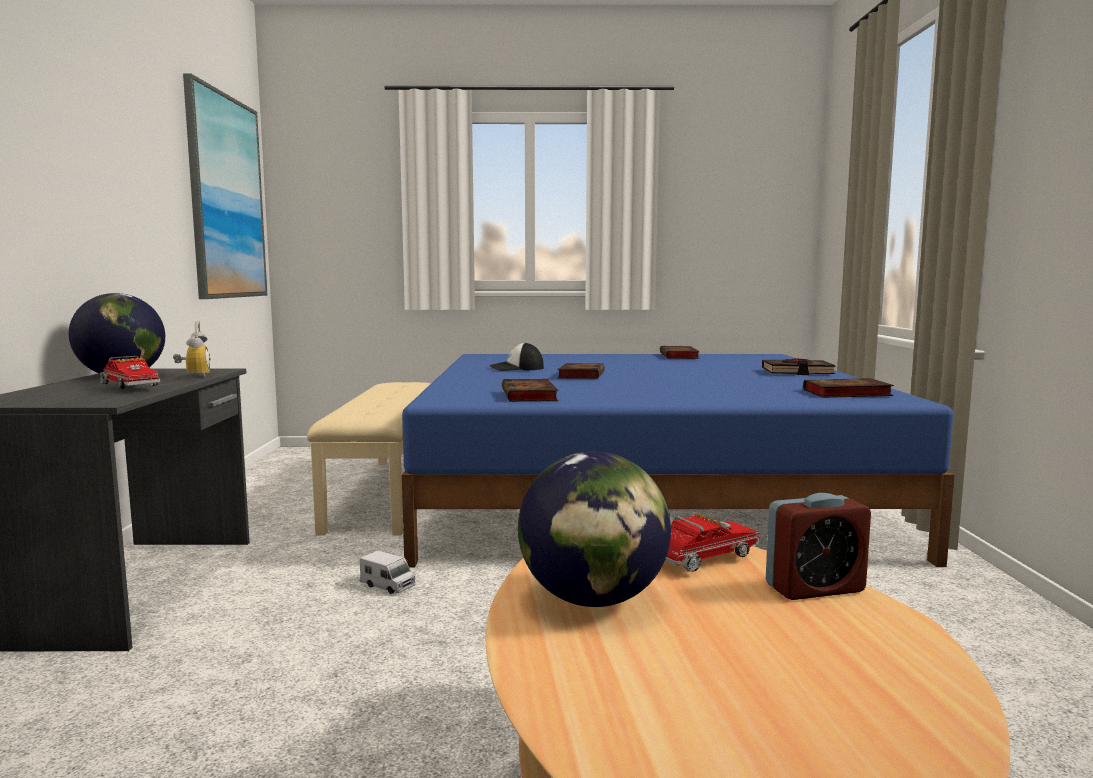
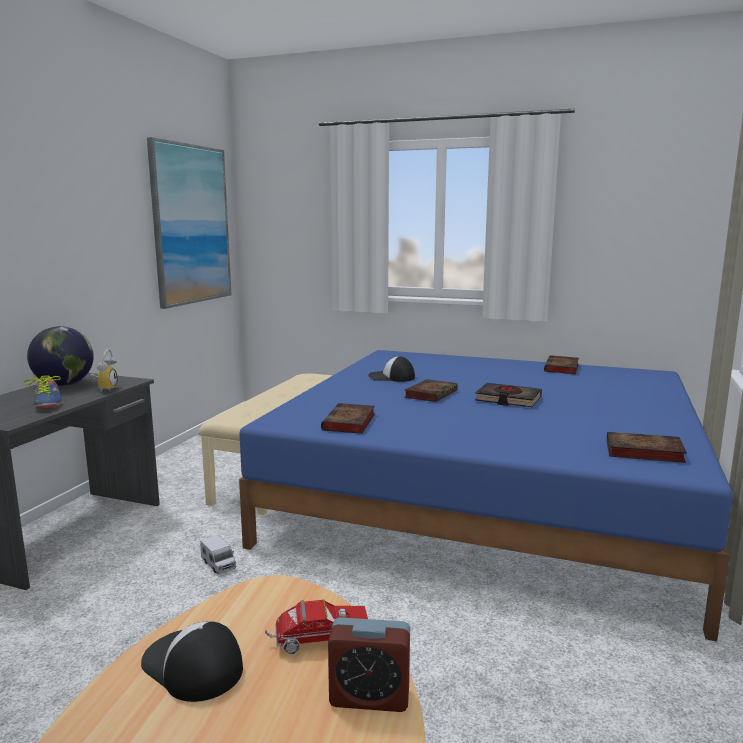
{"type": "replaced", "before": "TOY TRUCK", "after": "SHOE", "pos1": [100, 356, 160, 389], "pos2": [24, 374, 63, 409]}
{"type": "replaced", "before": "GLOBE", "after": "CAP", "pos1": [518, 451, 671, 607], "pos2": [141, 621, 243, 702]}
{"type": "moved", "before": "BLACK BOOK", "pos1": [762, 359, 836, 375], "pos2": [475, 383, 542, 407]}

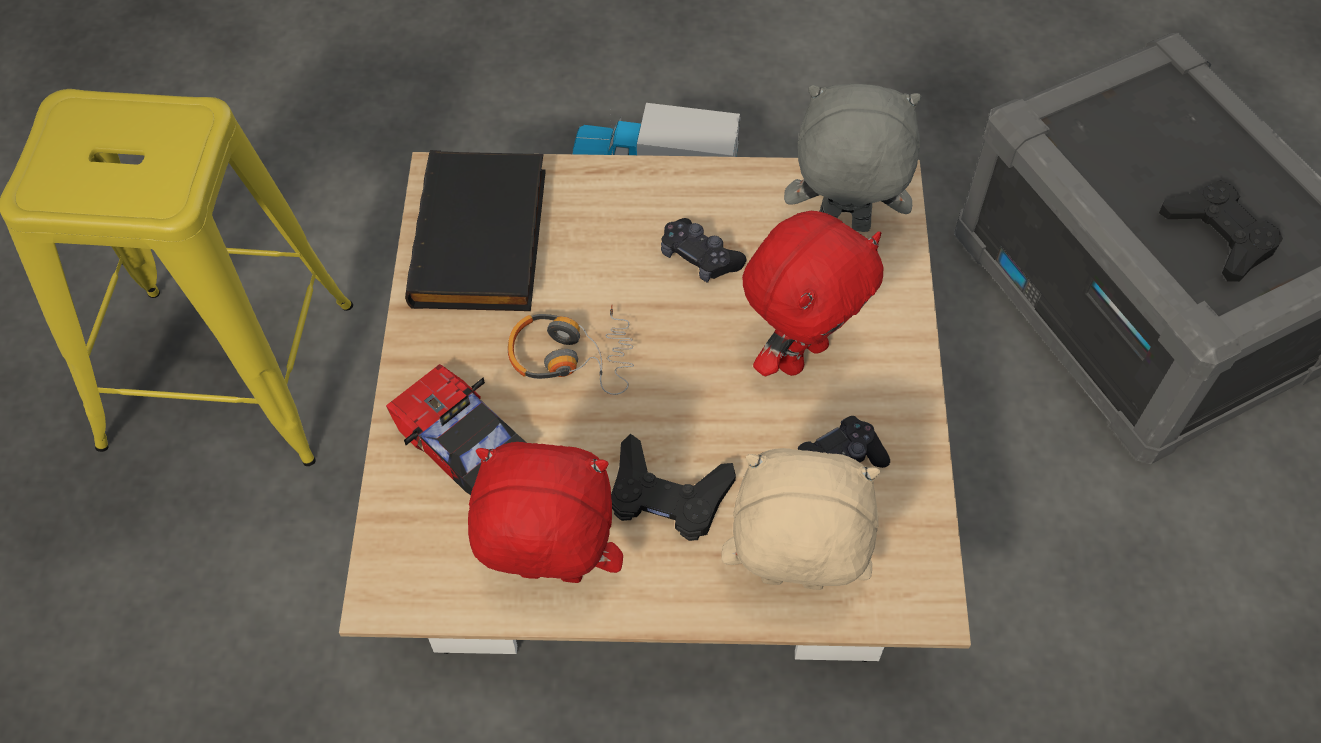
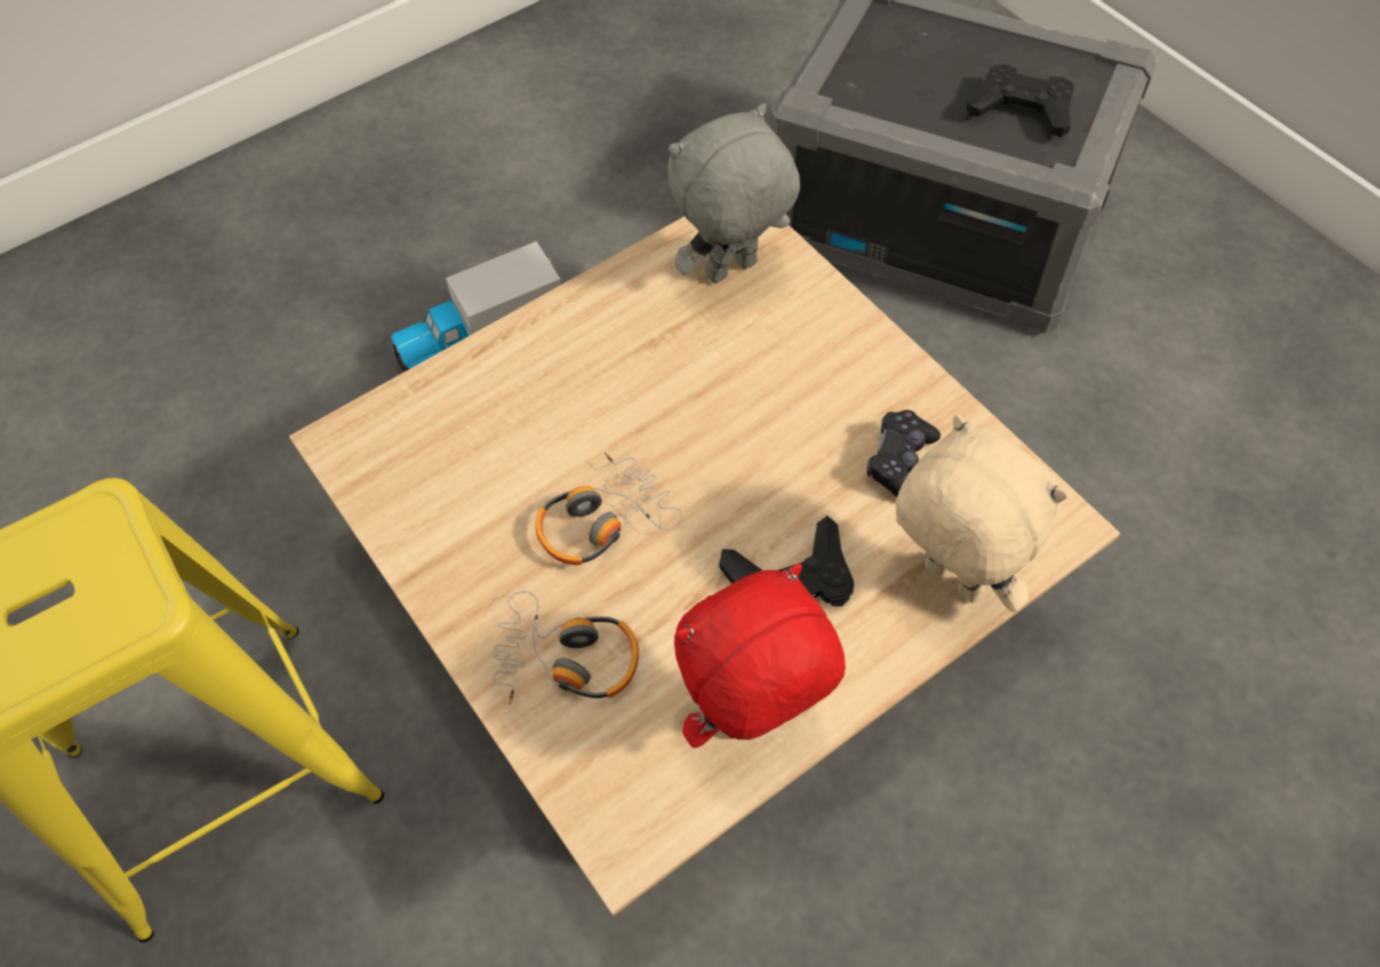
{"type": "replaced", "before": "TOY CAR", "after": "HEADPHONES", "pos1": [386, 364, 526, 495], "pos2": [493, 591, 639, 705]}
{"type": "removed", "before": "BLACK BOOK", "pos1": [405, 150, 546, 311]}
{"type": "removed", "before": "BLACK GAME CONTROLLER", "pos1": [661, 218, 746, 283]}
{"type": "turned", "before": "BEIGE PLUSH TOY", "pos1": [721, 448, 880, 590], "pos2": [896, 415, 1068, 612], "turn": 75}
{"type": "removed", "before": "RED PLUSH TOY", "pos1": [742, 211, 884, 376]}

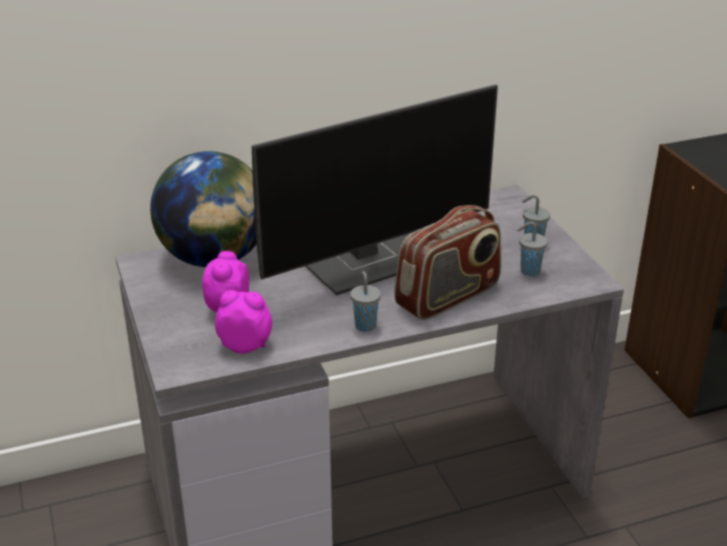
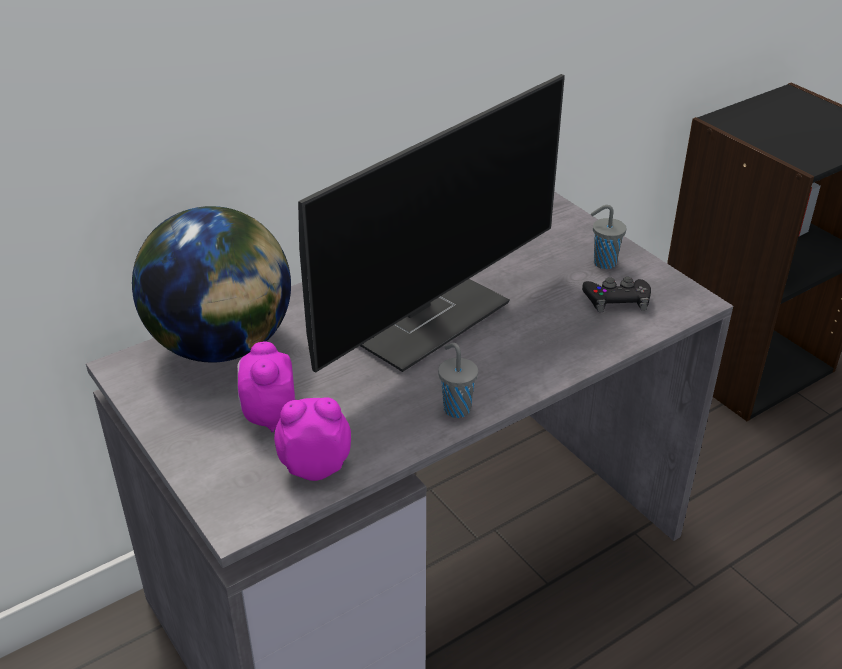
{"type": "removed", "before": "RADIO", "pos1": [395, 205, 501, 320]}
{"type": "replaced", "before": "GREY CUP", "after": "BLACK GAME CONTROLLER", "pos1": [517, 222, 548, 276], "pos2": [582, 277, 651, 312]}

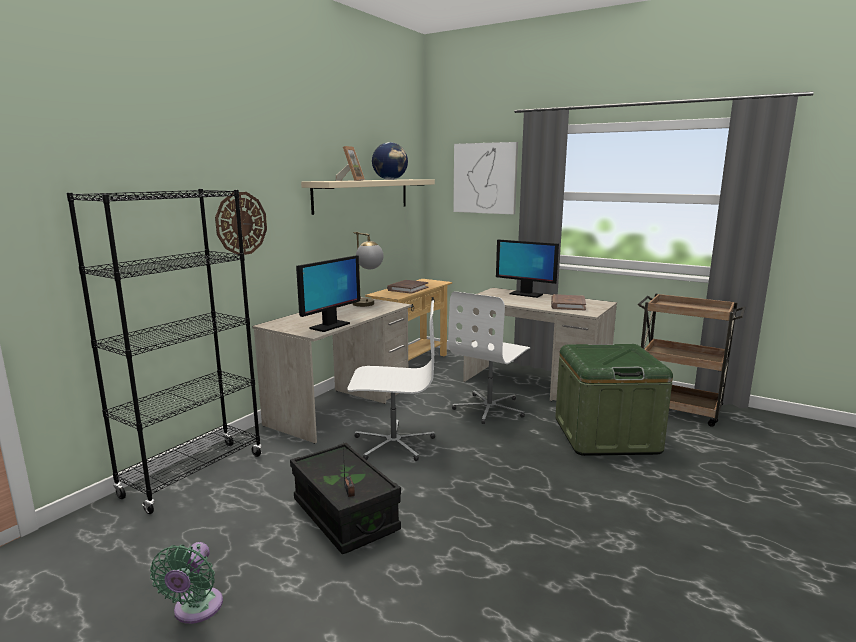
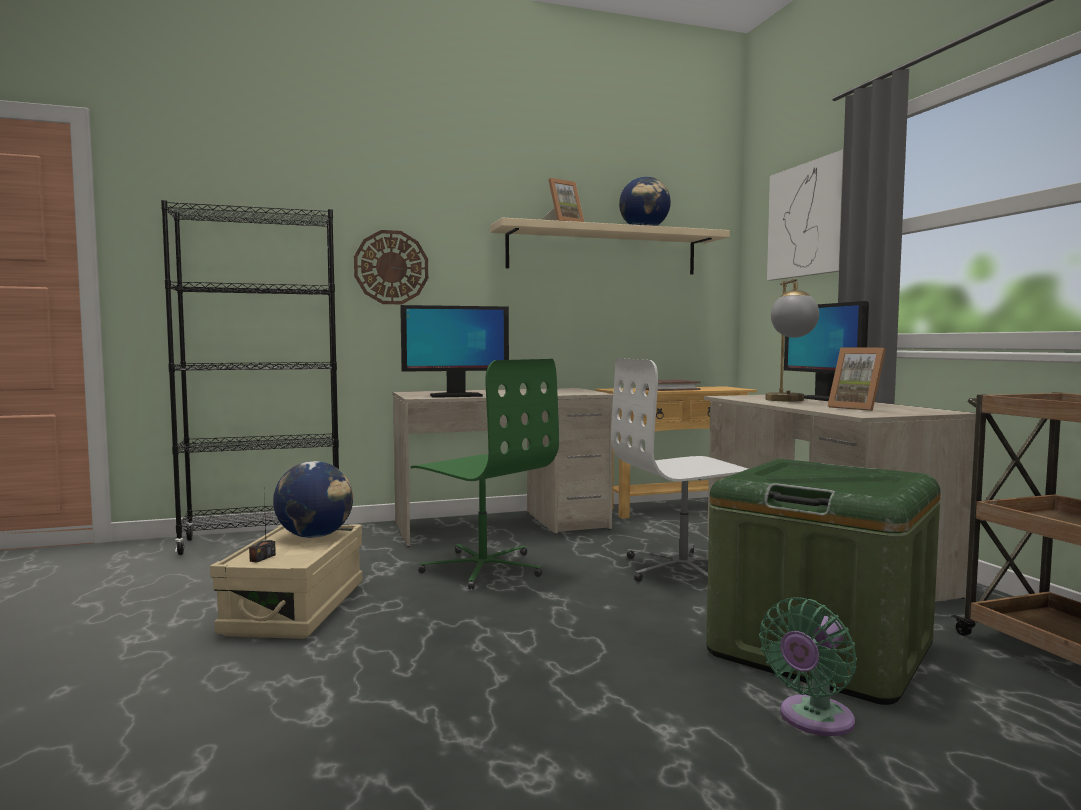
{"type": "moved", "before": "GREEN FAN", "pos1": [150, 542, 223, 624], "pos2": [759, 597, 857, 736]}
{"type": "recoloured", "before": "BLACK STORAGE BOX", "after": "BEIGE STORAGE BOX", "pos1": [290, 443, 401, 554], "pos2": [210, 524, 362, 639]}
{"type": "recoloured", "before": "WHITE OFFICE CHAIR", "after": "GREEN OFFICE CHAIR", "pos1": [347, 300, 435, 461], "pos2": [410, 359, 559, 590]}
{"type": "moved", "before": "TABLE LAMP", "pos1": [352, 232, 384, 307], "pos2": [766, 279, 819, 402]}
{"type": "replaced", "before": "BROWN BOOK", "after": "PICTURE FRAME", "pos1": [551, 294, 586, 311], "pos2": [828, 347, 886, 411]}
{"type": "added", "after": "GLOBE", "pos2": [273, 461, 353, 538]}

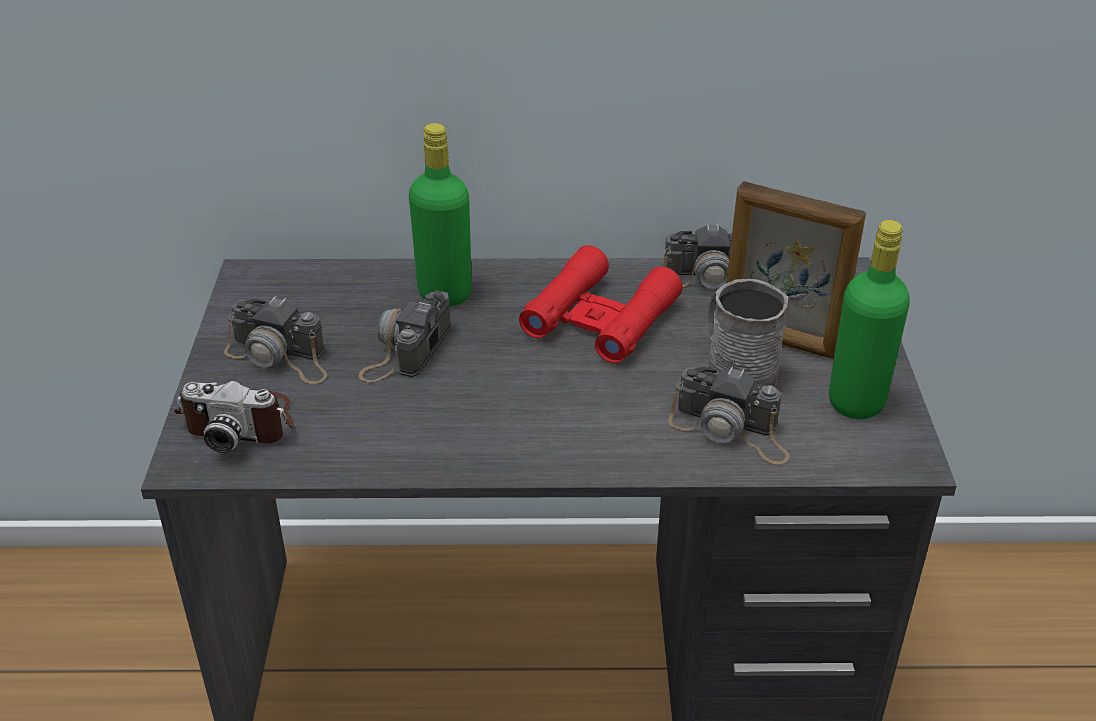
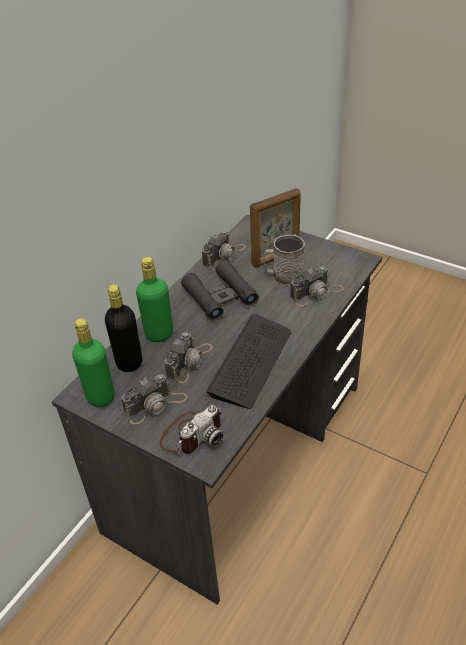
{"type": "turned", "before": "PHOTO CAMERA", "pos1": [359, 290, 451, 382], "pos2": [164, 332, 212, 383], "turn": -120}
{"type": "recoloured", "before": "RED BINOCULARS", "after": "BLACK BINOCULARS", "pos1": [519, 245, 682, 363], "pos2": [181, 260, 259, 320]}
{"type": "moved", "before": "GREEN BOTTLE", "pos1": [829, 220, 910, 419], "pos2": [72, 318, 115, 407]}
{"type": "added", "after": "BLACK BOTTLE", "pos2": [105, 284, 142, 372]}
{"type": "added", "after": "KEYBOARD", "pos2": [206, 314, 291, 409]}

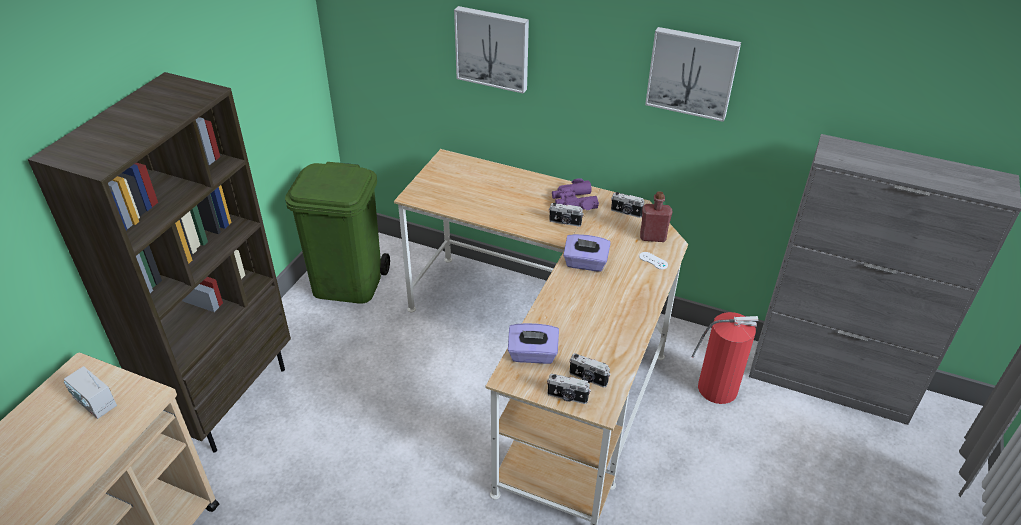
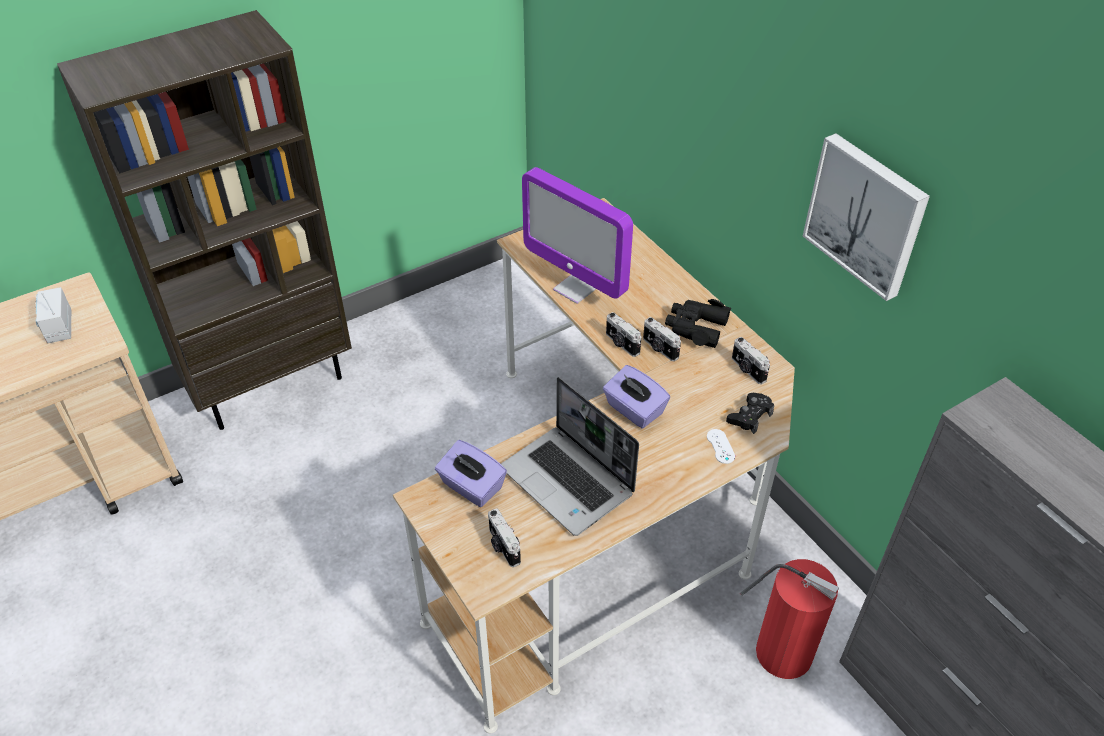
{"type": "removed", "before": "GREEN TRASH CAN", "pos1": [285, 162, 390, 304]}
{"type": "removed", "before": "PICTURE", "pos1": [454, 6, 529, 94]}
{"type": "moved", "before": "PHOTO CAMERA", "pos1": [547, 374, 591, 404], "pos2": [606, 312, 641, 357]}
{"type": "recoloured", "before": "PURPLE BINOCULARS", "after": "BLACK BINOCULARS", "pos1": [552, 178, 599, 210], "pos2": [665, 299, 731, 348]}
{"type": "replaced", "before": "RED BOTTLE", "after": "BLACK GAME CONTROLLER", "pos1": [640, 191, 672, 242], "pos2": [726, 393, 774, 434]}
{"type": "added", "after": "LAPTOP", "pos2": [501, 377, 639, 536]}
{"type": "added", "after": "MONITOR", "pos2": [522, 167, 633, 304]}

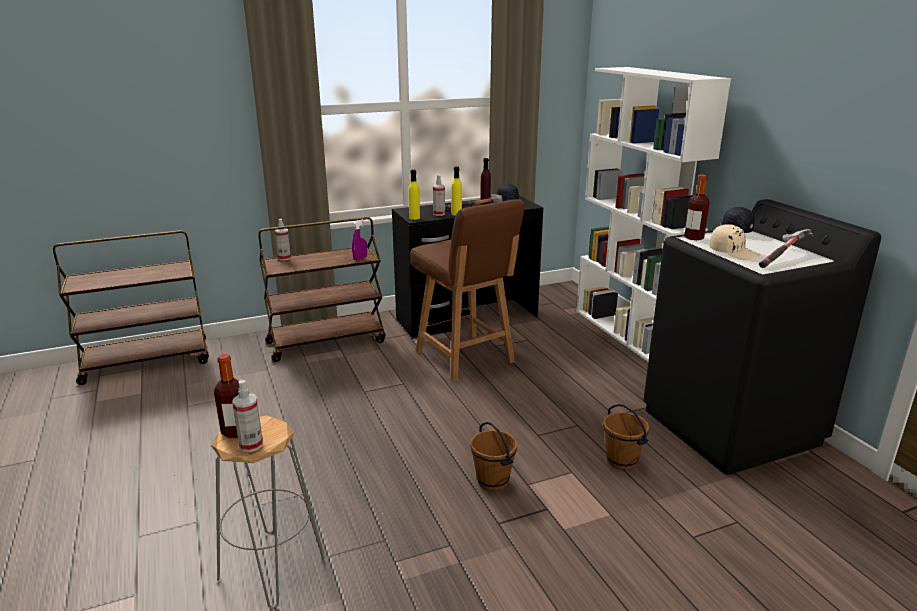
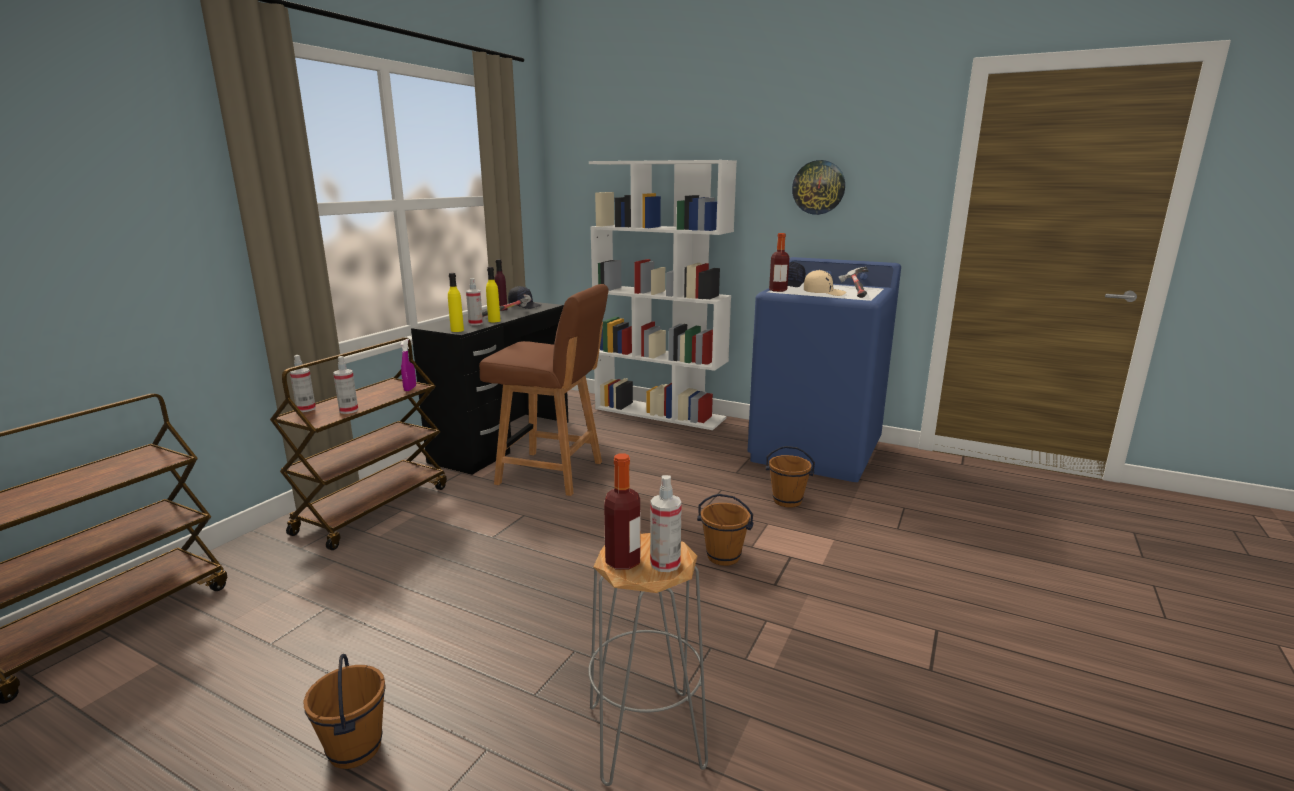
{"type": "recoloured", "before": "BLACK WASHING MACHINE", "after": "BLUE WASHING MACHINE", "pos1": [643, 199, 881, 475], "pos2": [748, 257, 901, 482]}
{"type": "added", "after": "BROWN BUCKET", "pos2": [303, 654, 386, 769]}
{"type": "added", "after": "SPRAY BOTTLE", "pos2": [333, 356, 358, 414]}
{"type": "added", "after": "WALL CLOCK", "pos2": [792, 160, 845, 215]}

